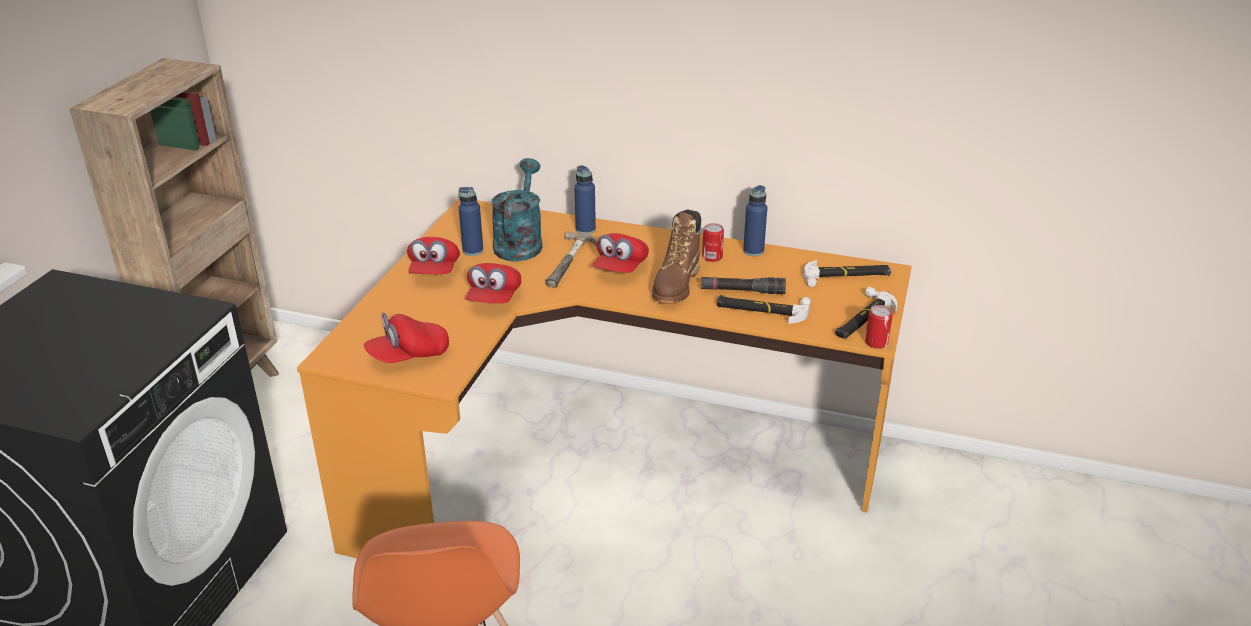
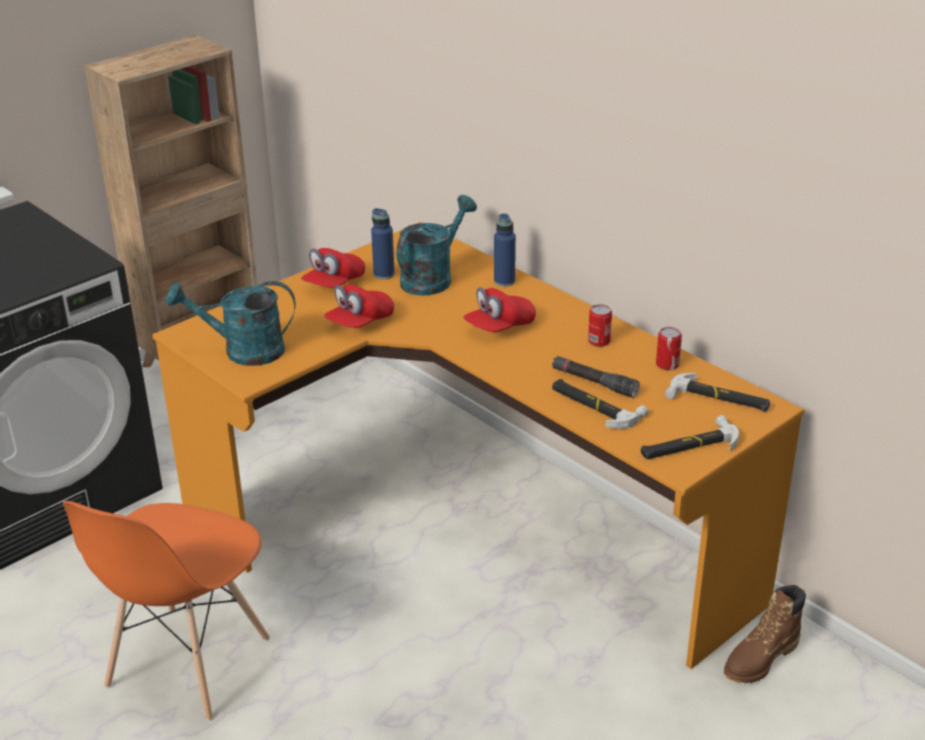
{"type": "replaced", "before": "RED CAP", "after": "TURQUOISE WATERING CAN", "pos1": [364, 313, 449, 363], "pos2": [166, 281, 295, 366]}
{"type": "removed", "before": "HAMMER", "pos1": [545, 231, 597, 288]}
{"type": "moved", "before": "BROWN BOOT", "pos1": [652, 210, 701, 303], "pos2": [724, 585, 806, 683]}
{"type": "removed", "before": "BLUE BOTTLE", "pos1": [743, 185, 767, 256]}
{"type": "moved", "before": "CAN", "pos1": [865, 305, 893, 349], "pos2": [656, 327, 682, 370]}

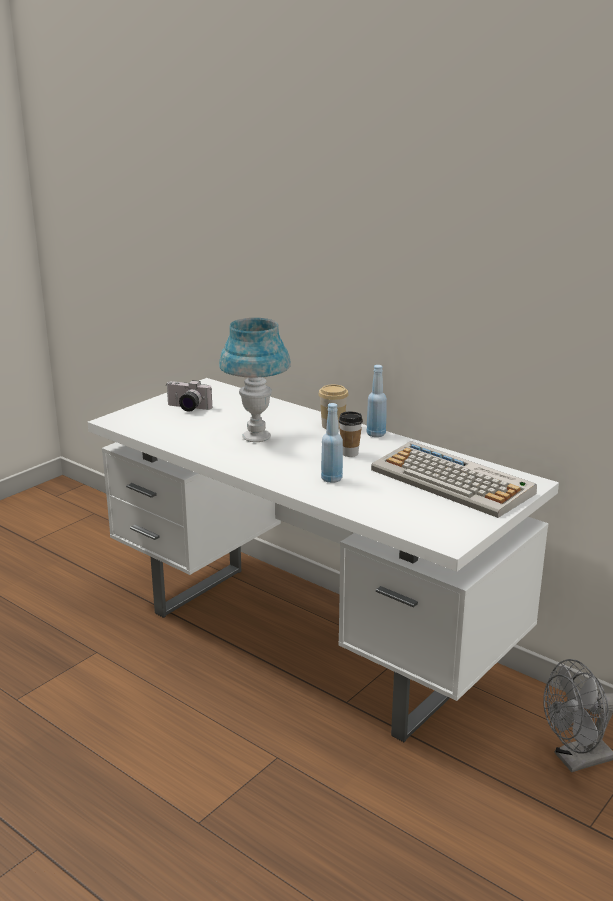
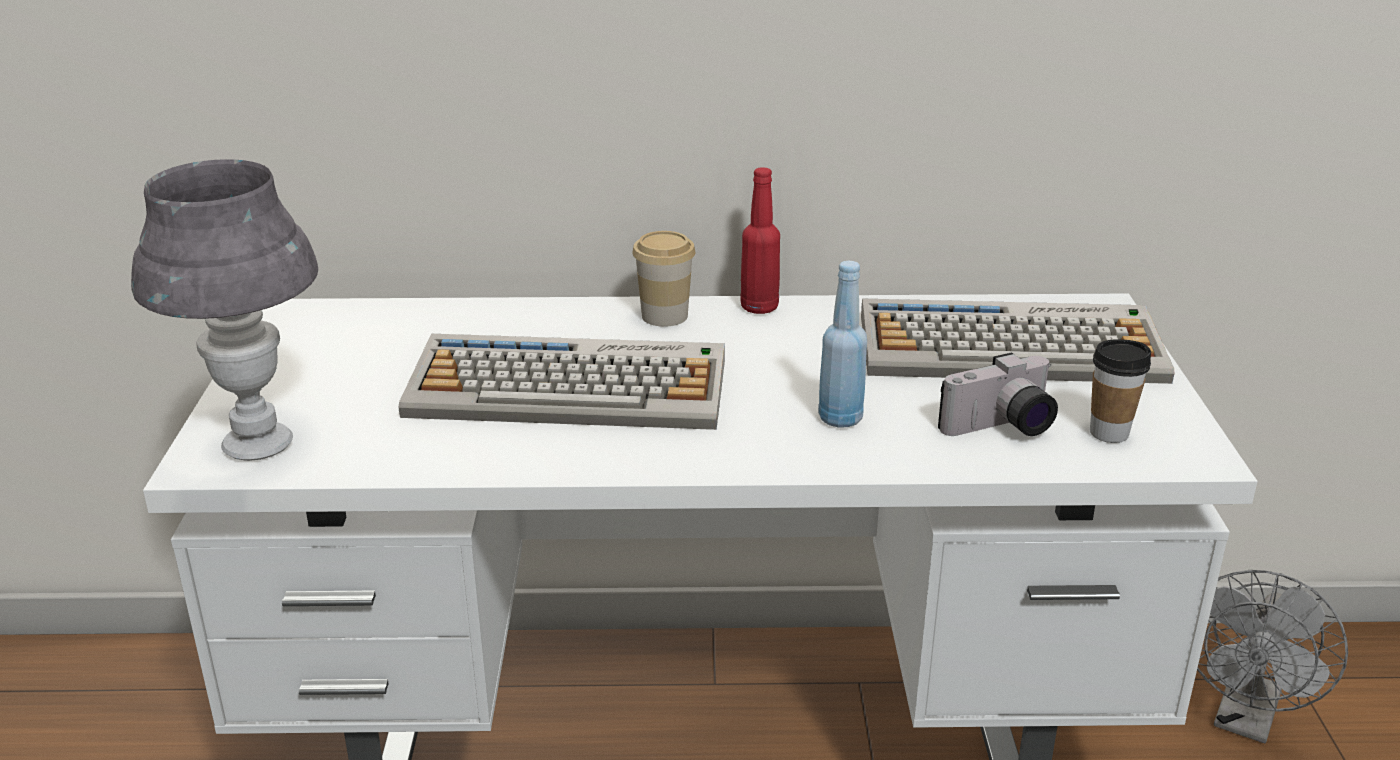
{"type": "moved", "before": "PHOTO CAMERA", "pos1": [166, 380, 212, 412], "pos2": [938, 352, 1058, 436]}
{"type": "replaced", "before": "BLUE TABLE LAMP", "after": "KEYBOARD", "pos1": [219, 318, 291, 442], "pos2": [398, 334, 725, 430]}
{"type": "moved", "before": "CUP", "pos1": [339, 411, 363, 457], "pos2": [1090, 339, 1151, 443]}
{"type": "recoloured", "before": "BLUE BOTTLE", "after": "RED BOTTLE", "pos1": [367, 365, 387, 437], "pos2": [740, 167, 780, 314]}
{"type": "added", "after": "GREY TABLE LAMP", "pos2": [131, 159, 318, 461]}

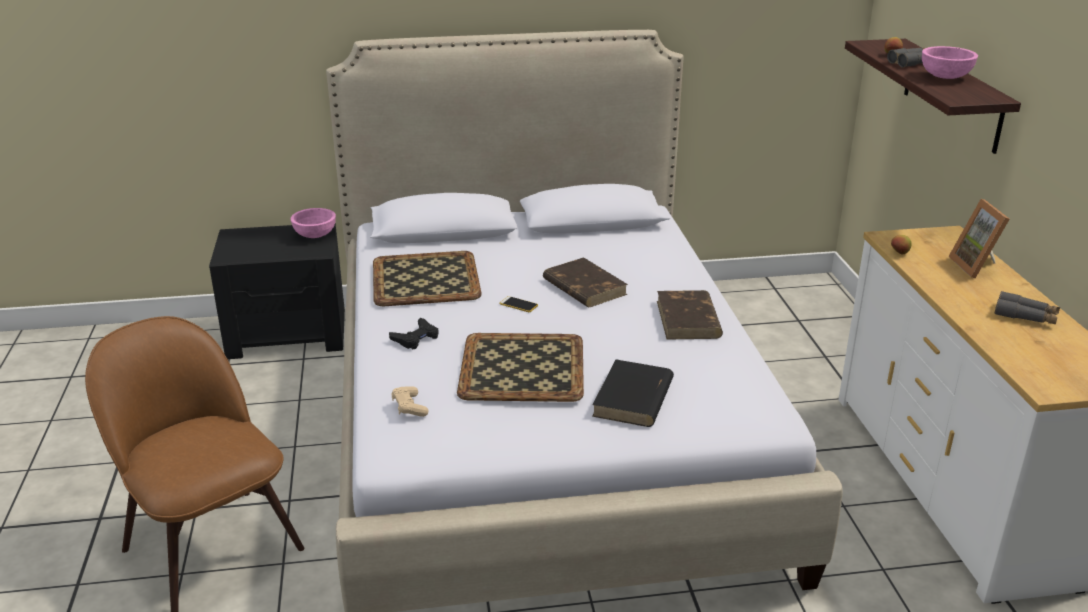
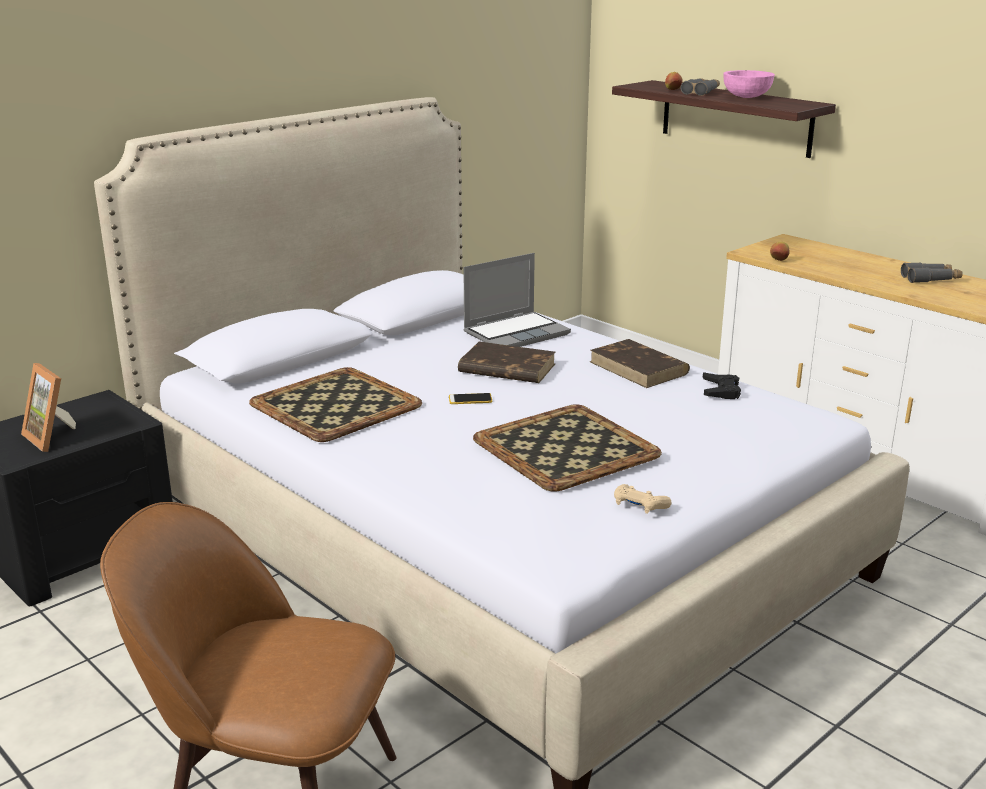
{"type": "removed", "before": "PINK BOWL", "pos1": [290, 208, 336, 238]}
{"type": "moved", "before": "BLACK GAME CONTROLLER", "pos1": [389, 318, 439, 350], "pos2": [703, 372, 741, 399]}
{"type": "moved", "before": "BEIGE GAME CONTROLLER", "pos1": [391, 387, 428, 417], "pos2": [614, 484, 672, 514]}
{"type": "removed", "before": "BLACK BOOK", "pos1": [592, 360, 674, 427]}
{"type": "moved", "before": "PICTURE FRAME", "pos1": [949, 199, 1010, 278], "pos2": [21, 363, 76, 452]}
{"type": "added", "after": "LAPTOP", "pos2": [463, 253, 571, 347]}

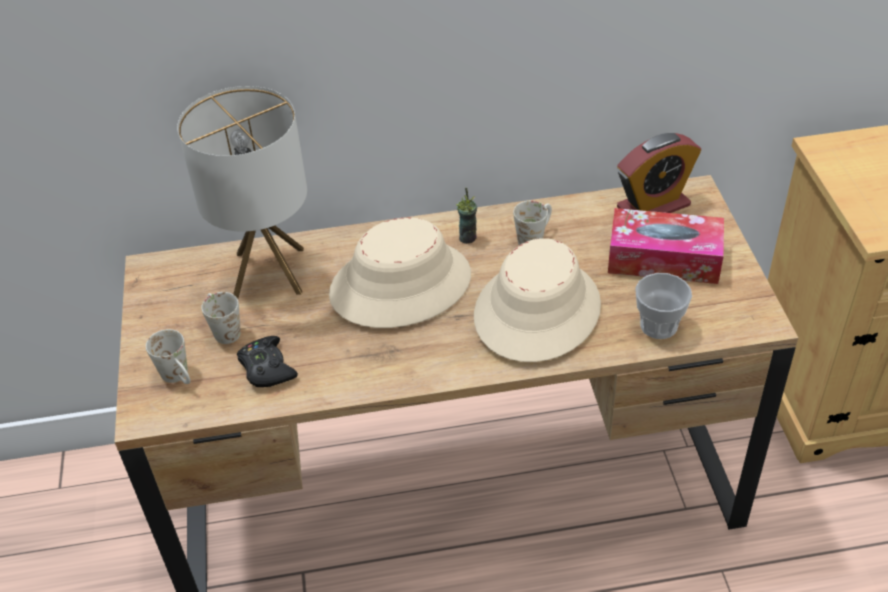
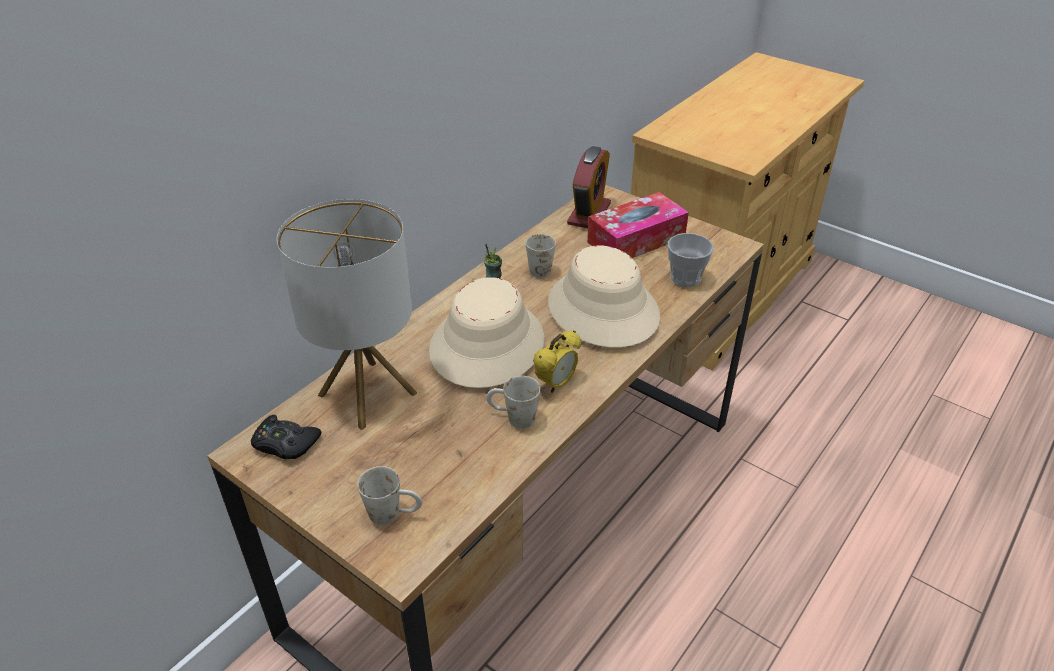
{"type": "moved", "before": "WHITE MUG", "pos1": [201, 292, 241, 344], "pos2": [486, 376, 541, 429]}
{"type": "moved", "before": "BLACK GAME CONTROLLER", "pos1": [237, 336, 298, 387], "pos2": [251, 415, 322, 459]}
{"type": "added", "after": "ALARM CLOCK", "pos2": [533, 331, 581, 393]}

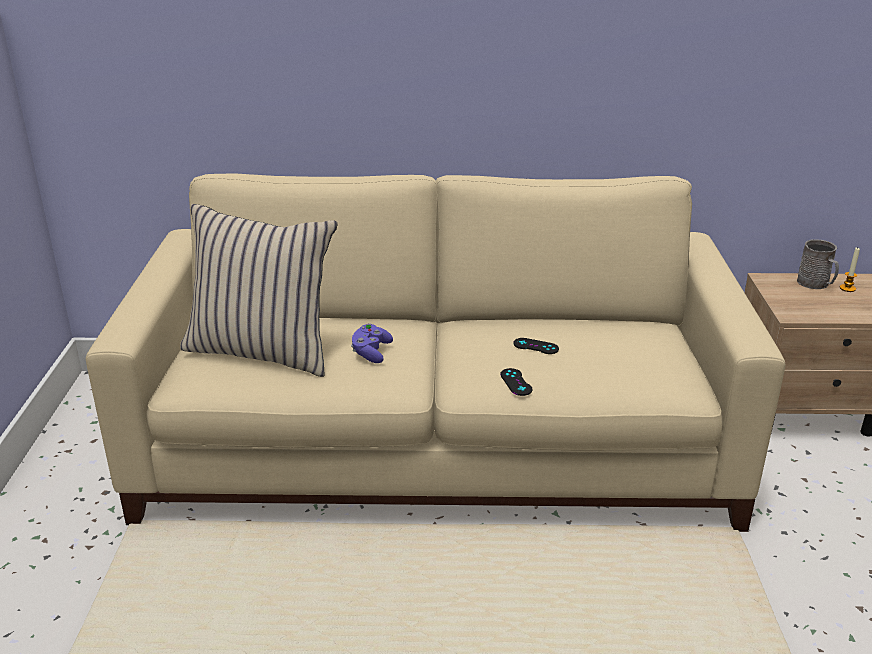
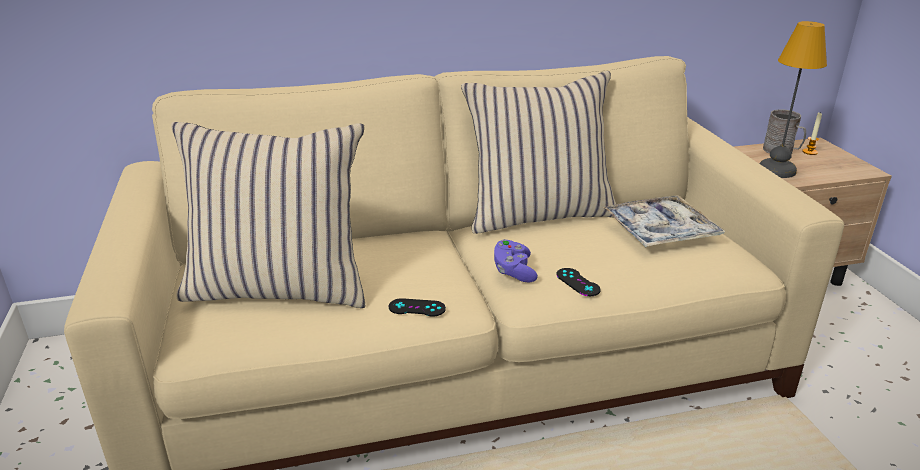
{"type": "moved", "before": "PURPLE GAME CONTROLLER", "pos1": [351, 324, 393, 363], "pos2": [494, 239, 538, 282]}
{"type": "moved", "before": "BLACK GAME CONTROLLER", "pos1": [513, 338, 559, 354], "pos2": [389, 298, 446, 317]}
{"type": "added", "after": "BEIGE PILLOW", "pos2": [461, 71, 616, 234]}
{"type": "added", "after": "TRAY", "pos2": [602, 195, 725, 247]}
{"type": "added", "after": "TABLE LAMP", "pos2": [759, 21, 827, 178]}

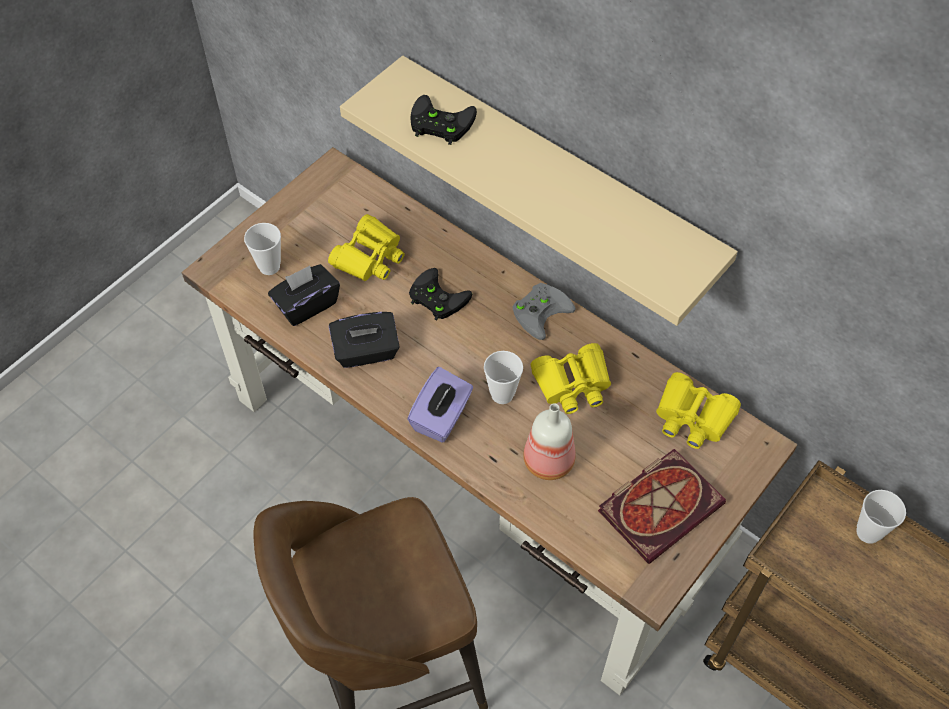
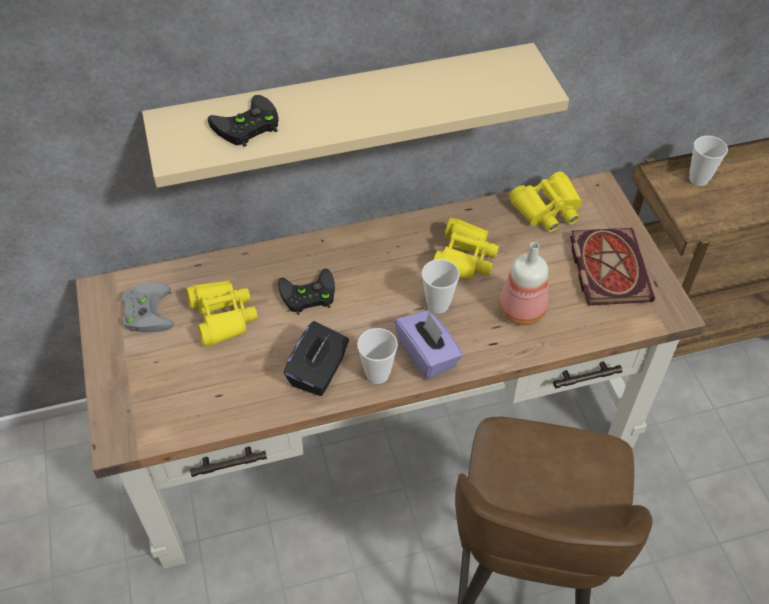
{"type": "moved", "before": "CUP", "pos1": [244, 223, 281, 275], "pos2": [357, 328, 398, 384]}
{"type": "removed", "before": "BLACK TISSUE BOX", "pos1": [268, 264, 340, 326]}
{"type": "moved", "before": "GREY GAME CONTROLLER", "pos1": [513, 283, 576, 340], "pos2": [122, 283, 174, 333]}

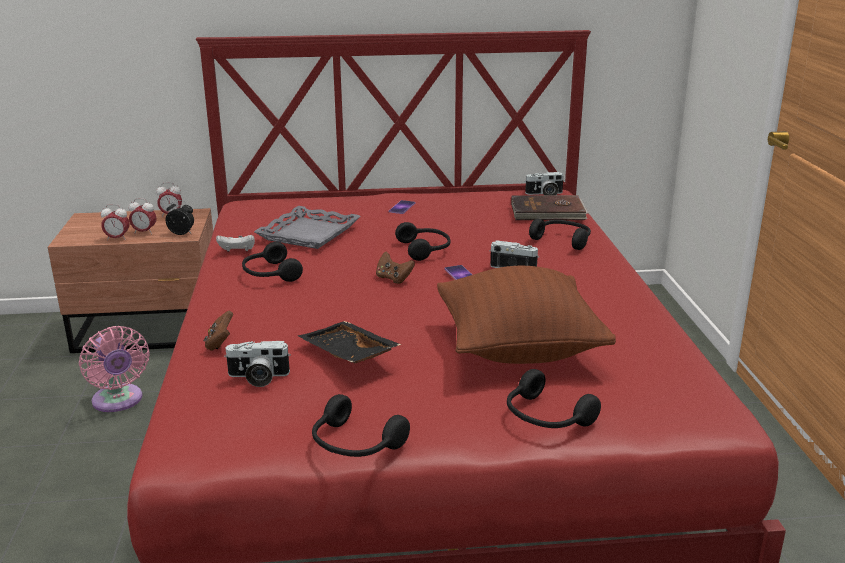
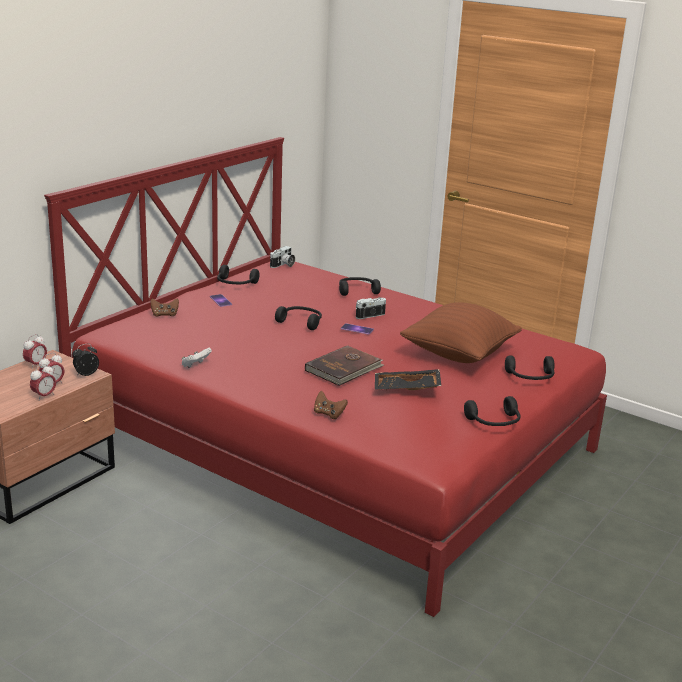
{"type": "removed", "before": "PINK FAN", "pos1": [79, 326, 150, 412]}
{"type": "removed", "before": "PHOTO CAMERA", "pos1": [224, 341, 291, 387]}
{"type": "moved", "before": "BLACK HEADPHONES", "pos1": [242, 242, 303, 282], "pos2": [217, 265, 260, 284]}
{"type": "removed", "before": "GREY TRAY", "pos1": [254, 206, 361, 249]}
{"type": "moved", "before": "BROWN GAME CONTROLLER", "pos1": [376, 251, 415, 284], "pos2": [150, 299, 179, 316]}
{"type": "moved", "before": "BROWN BOOK", "pos1": [511, 195, 589, 220], "pos2": [305, 345, 384, 386]}

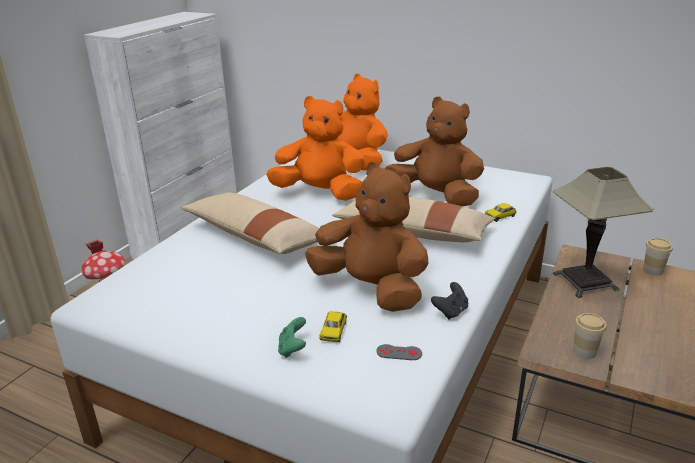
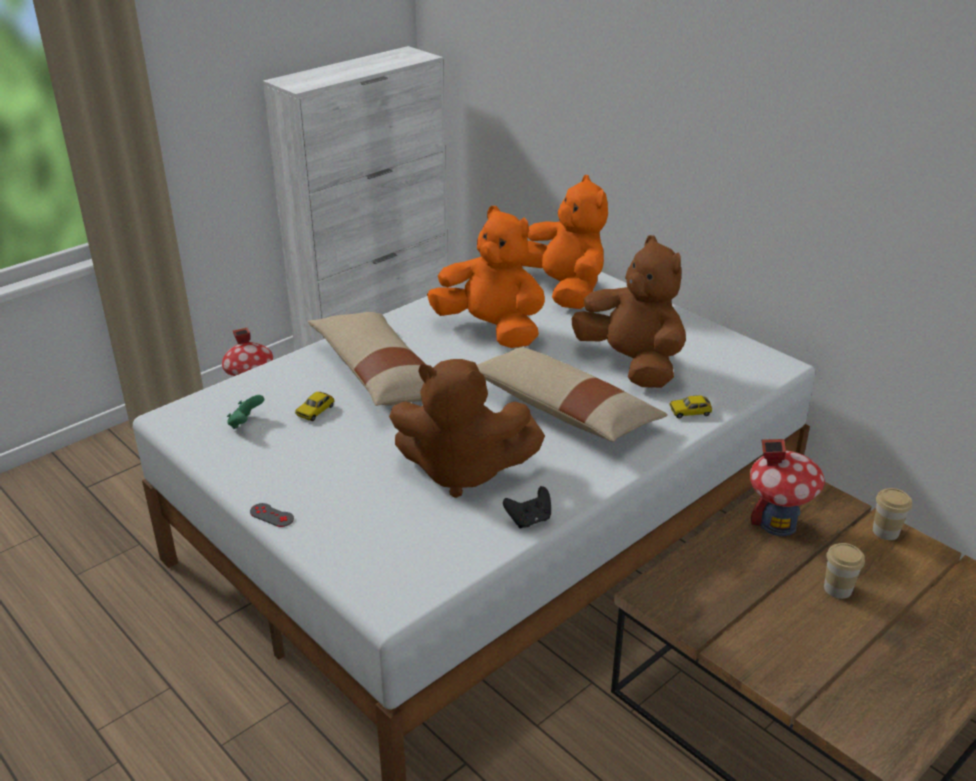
{"type": "moved", "before": "GREEN GAME CONTROLLER", "pos1": [278, 317, 306, 358], "pos2": [227, 395, 264, 429]}
{"type": "turned", "before": "BROWN PLUSH TOY", "pos1": [305, 162, 428, 312], "pos2": [389, 359, 545, 498], "turn": 135}
{"type": "moved", "before": "TOY CAR", "pos1": [319, 312, 347, 342], "pos2": [295, 392, 334, 421]}
{"type": "moved", "before": "GREY GAME CONTROLLER", "pos1": [376, 344, 422, 360], "pos2": [250, 503, 294, 527]}
{"type": "replaced", "before": "TABLE LAMP", "after": "TOY HOUSE", "pos1": [553, 167, 653, 298], "pos2": [750, 439, 825, 536]}
{"type": "moved", "before": "CUP", "pos1": [573, 313, 607, 359], "pos2": [824, 543, 865, 599]}

